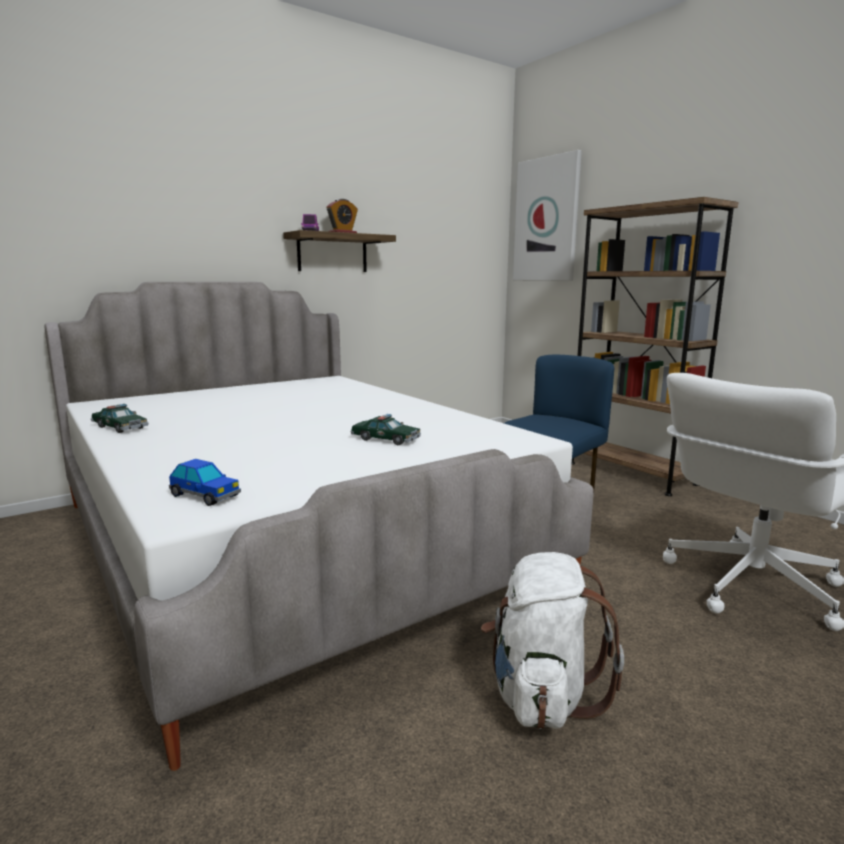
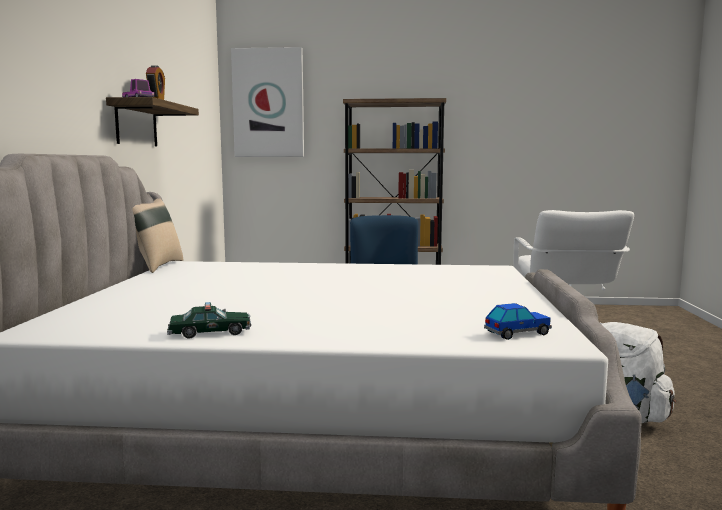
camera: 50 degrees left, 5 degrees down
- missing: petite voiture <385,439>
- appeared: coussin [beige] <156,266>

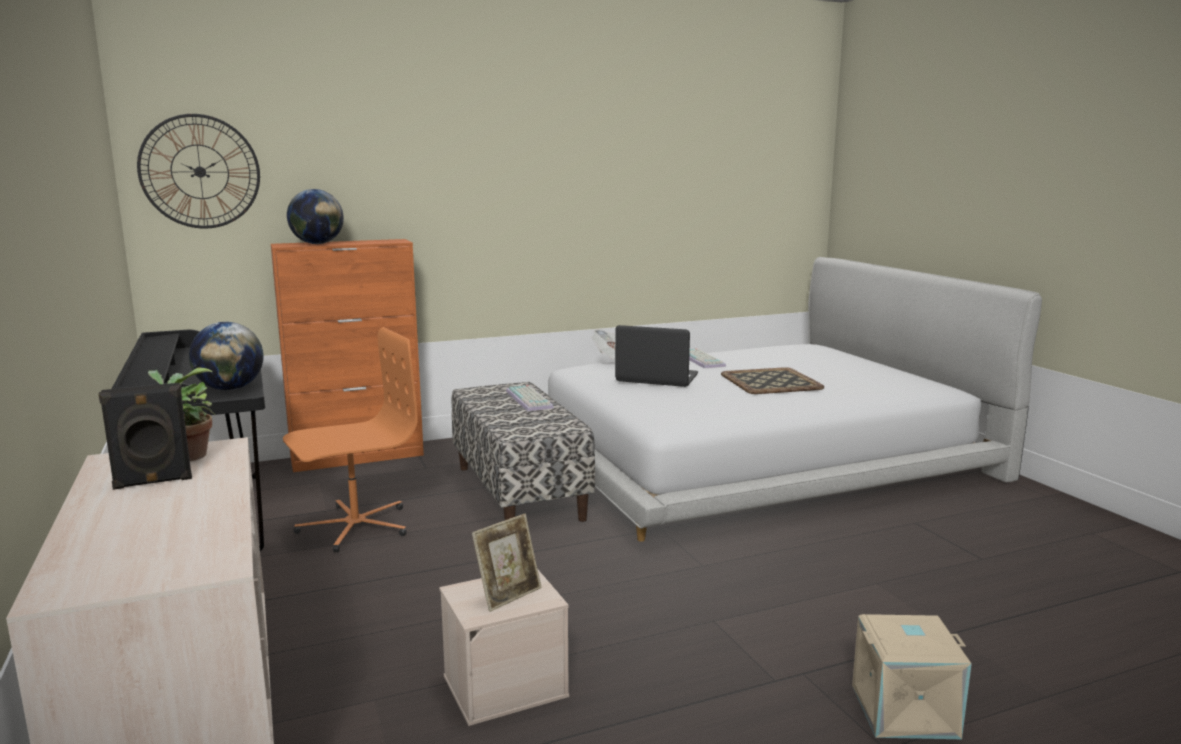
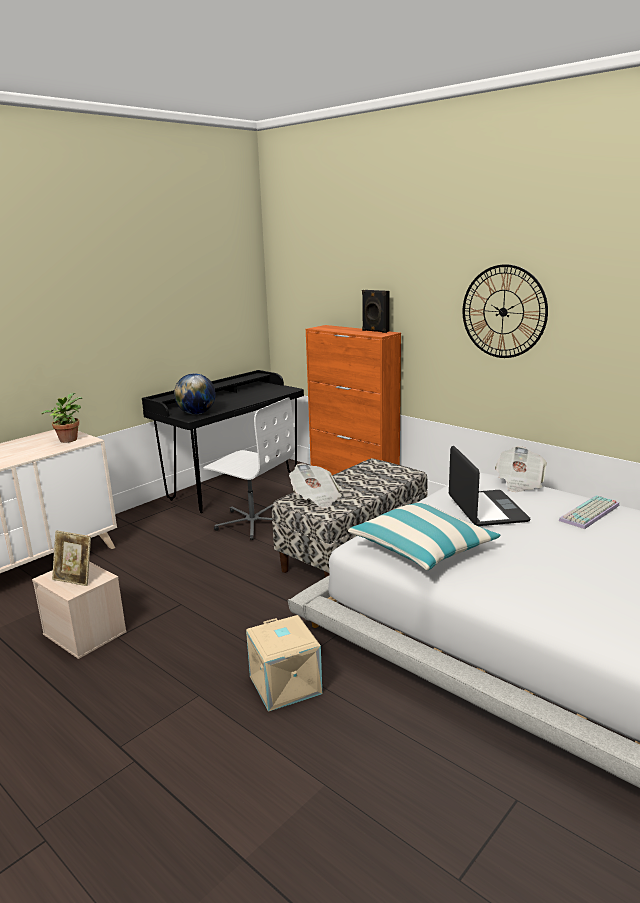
camera: 65 degrees right, 5 degrees up
- relocated: horloge murale <200,172> to <503,312>
- missing: globe <317,244>
- colour: chaise de bureau [orange] <354,526> to chaise de bureau [blanc] <252,522>
- missing: plateau <770,382>
- relocated: enceinte [noir] <153,482> to <375,331>
- missing: clavier <530,399>
- relocated: boîte de rangement [beige] <904,709> to <286,685>
- appeared: journal <316,498>
- appeared: coussin <422,548>

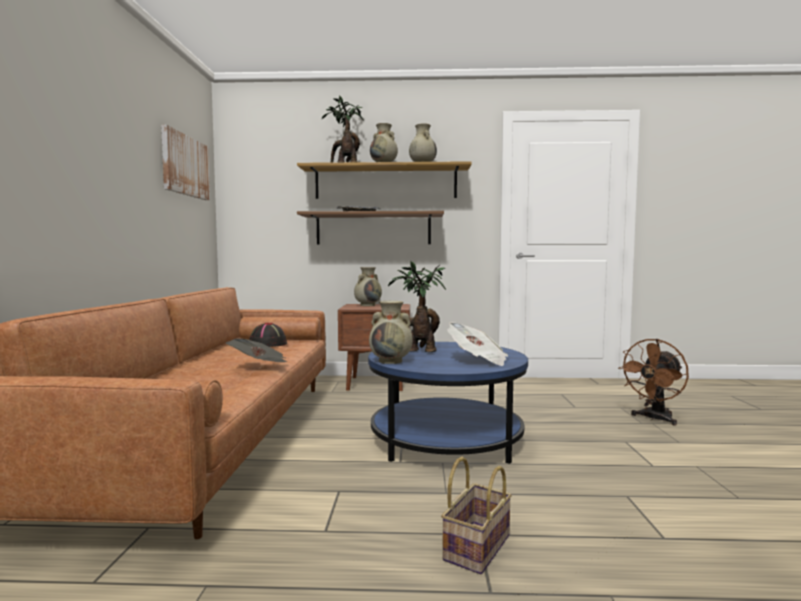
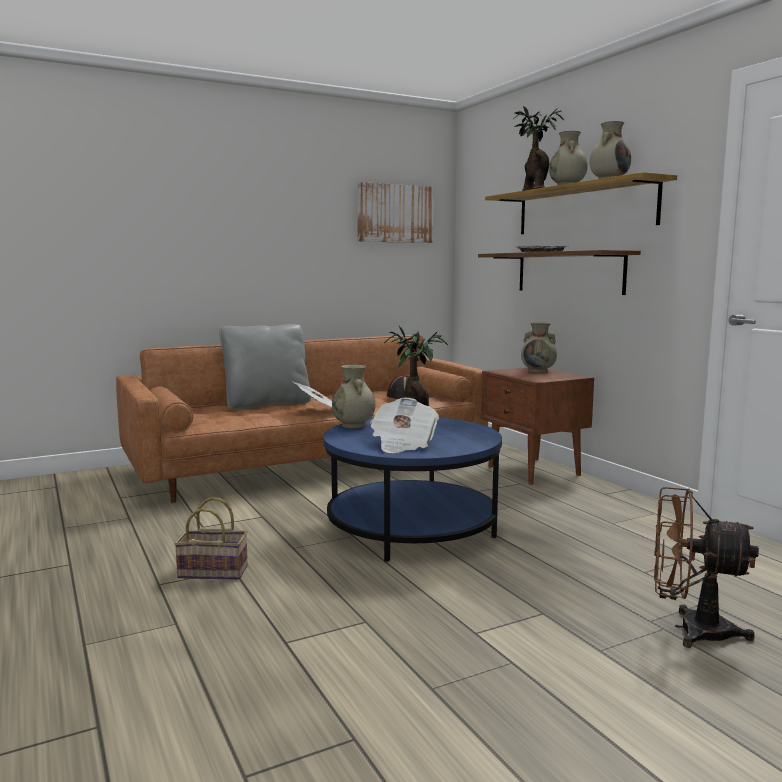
camera: 60 degrees right, 5 degrees up
- appeared: coussin [gris] <267,404>

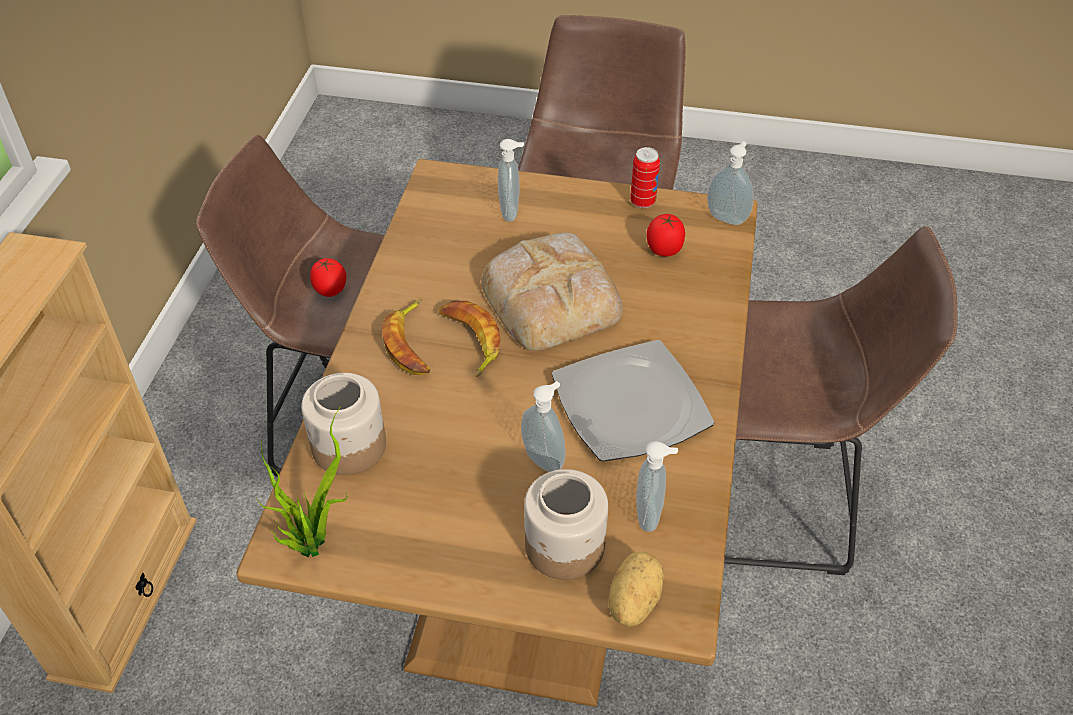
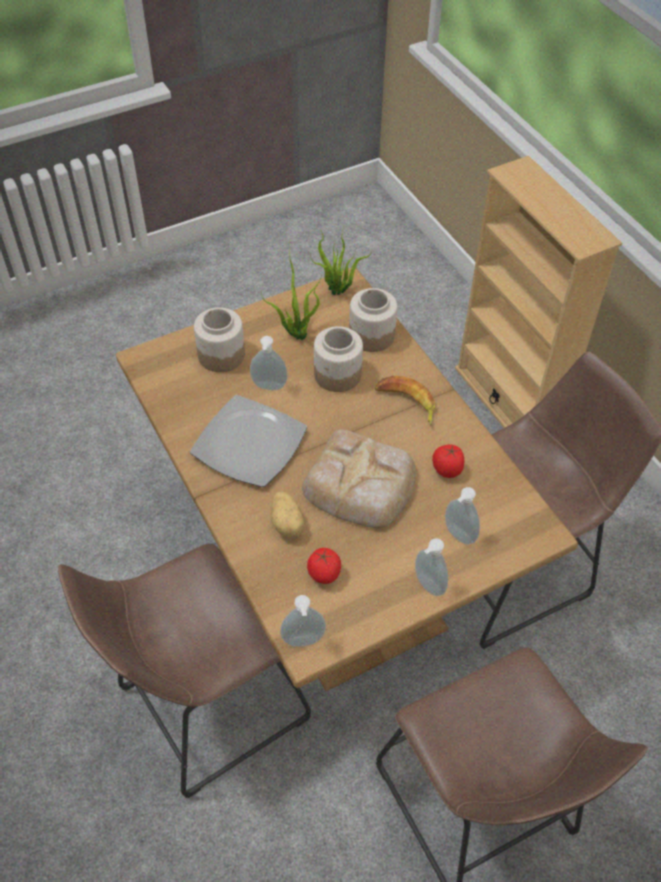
camera: 140 degrees right, 5 degrees up
- missing: boîte métallique <642,202>
- relocated: tomate <330,291> to <446,470>
- missing: banane <469,341>
- relocated: distributeur de savon <650,515> to <427,586>
- relocated: pomme de terre <632,601> to <288,523>
- appeared: plante en pot <296,333>
- appeared: bocal <337,375>

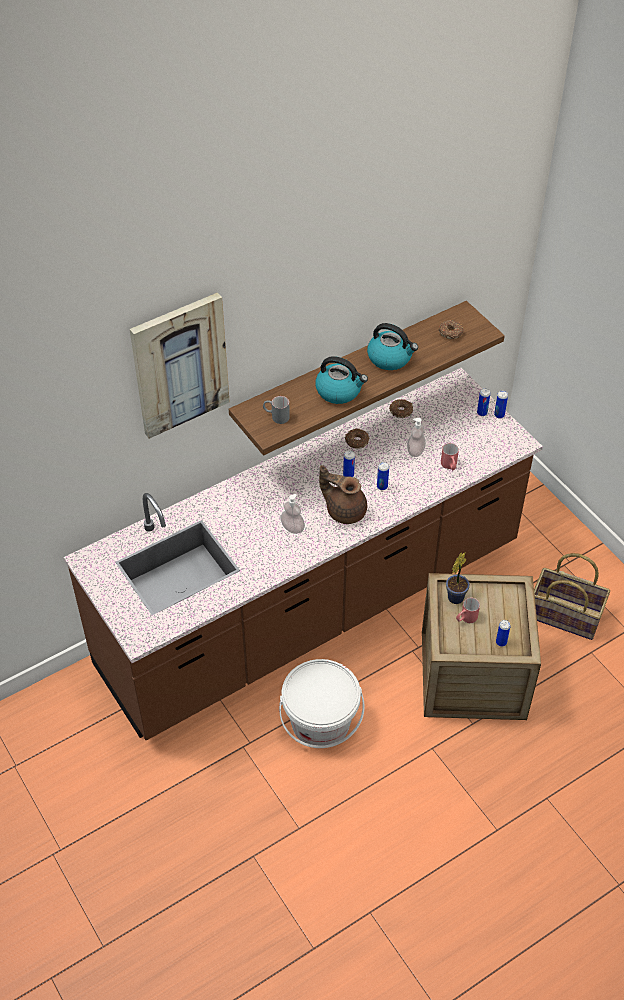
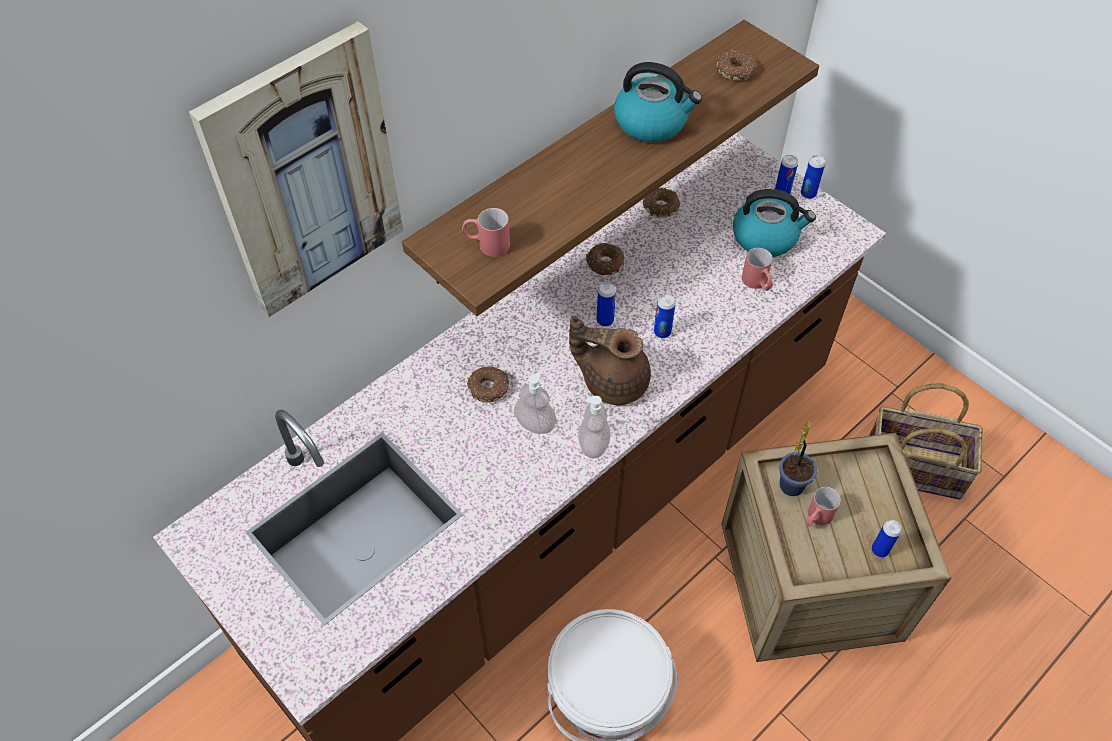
camera: 10 degrees left, 5 degrees up
- relocated: bouilloire <339,391> to <766,237>
- colour: mug [gris] <276,416> to mug [rouge] <486,244>
- relocated: distributeur de savon <415,451> to <593,444>
- appeared: beignet <489,388>

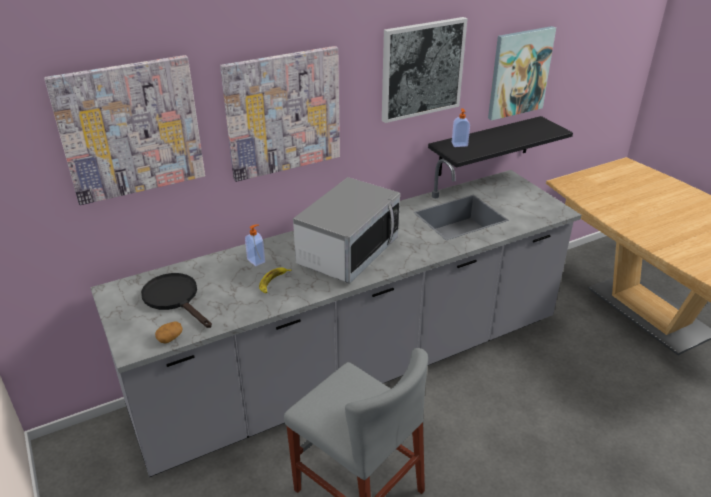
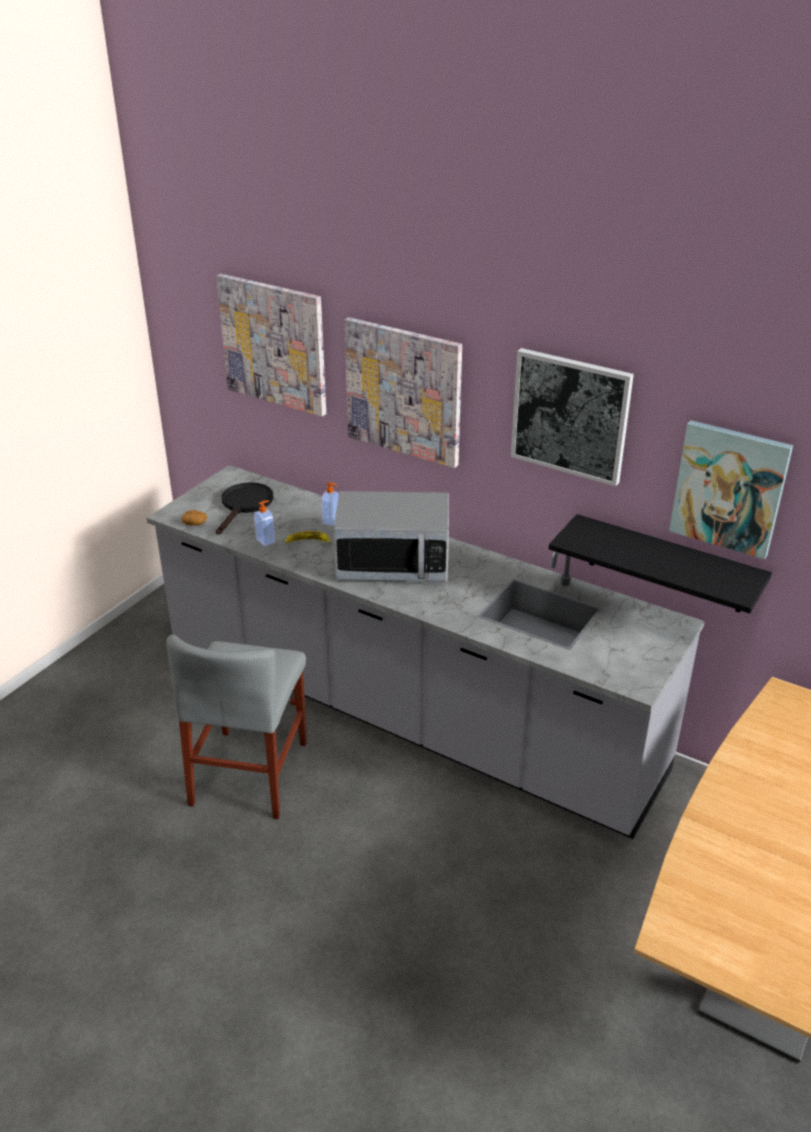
camera: 60 degrees right, 0 degrees up
- relocated: distributeur de savon <459,144> to <266,540>

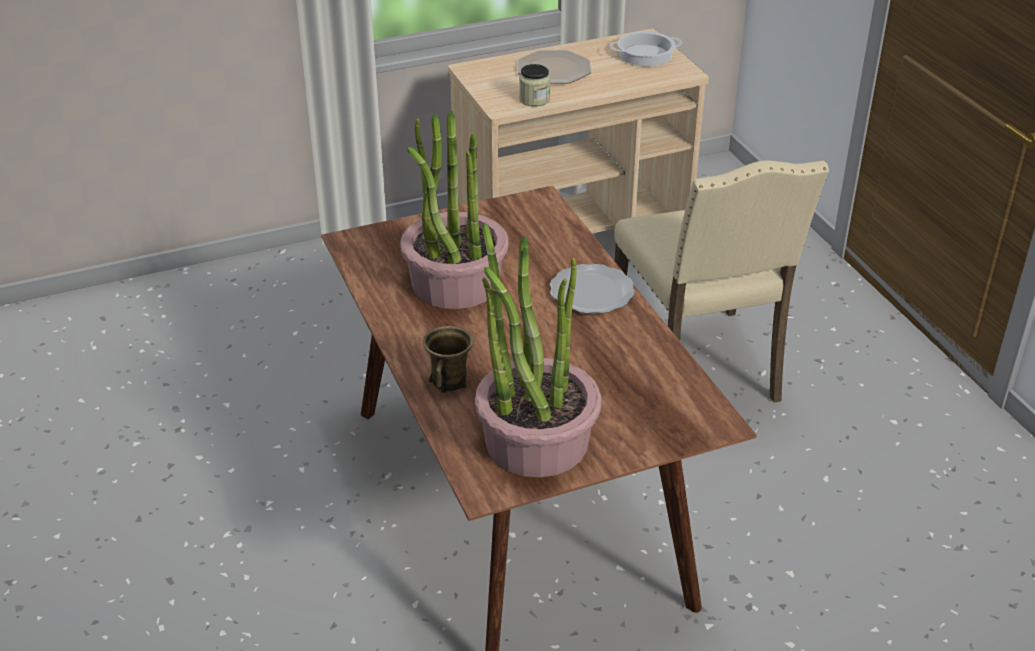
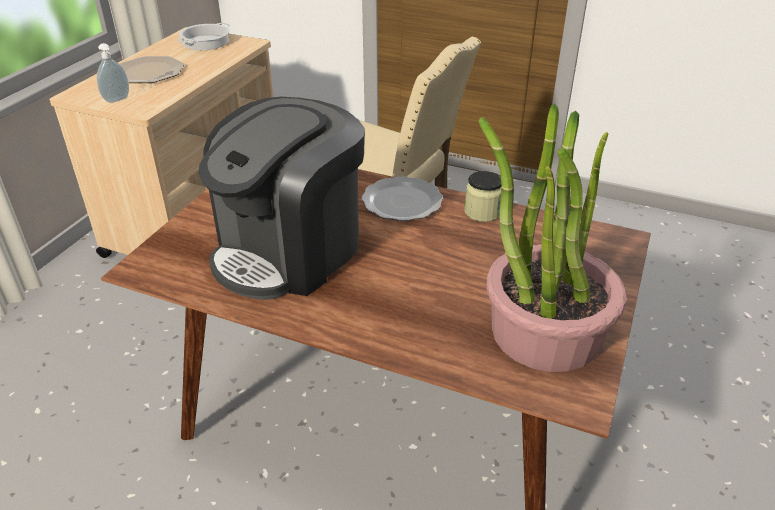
camera: 45 degrees left, 0 degrees up
- relocated: bocal <534,99> to <482,212>
- exchanged: plante en pot <455,283> to machine à café <290,251>
- missing: mug [marron] <450,380>
- appeared: distributeur de savon <118,100>

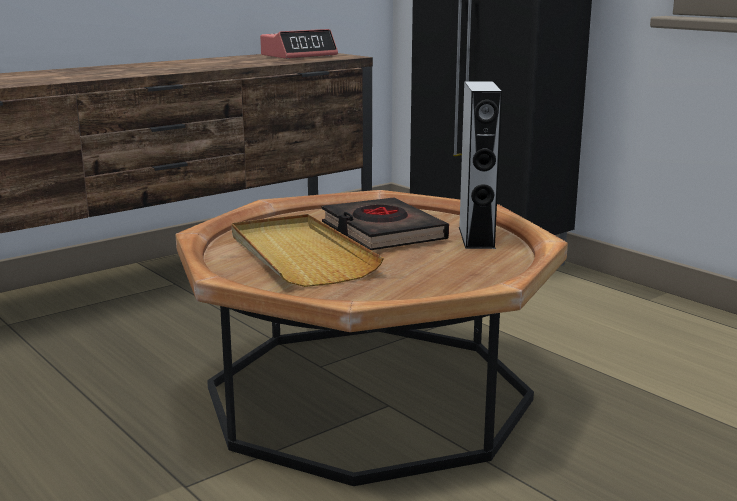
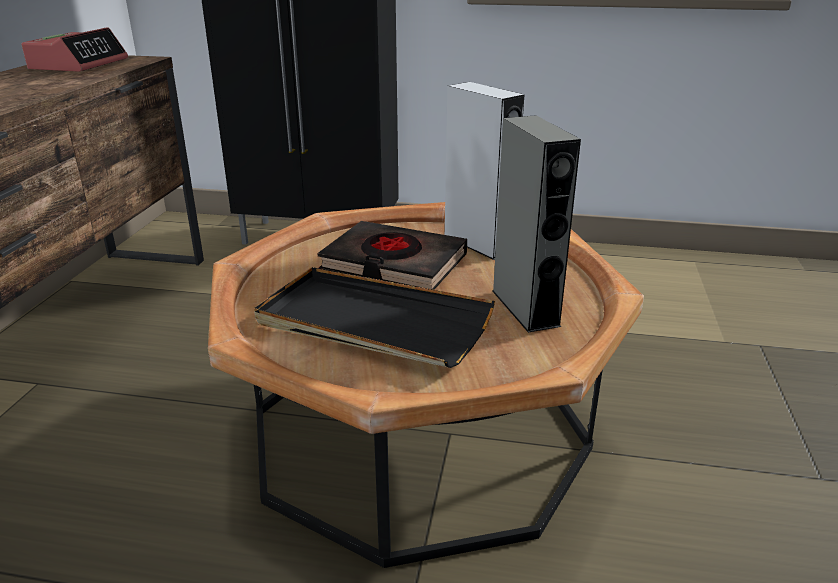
camera: 40 degrees left, 10 degrees up
- colour: plateau [beige] <299,255> to plateau [noir] <372,323>
- appeared: enceinte [gris] <525,307>

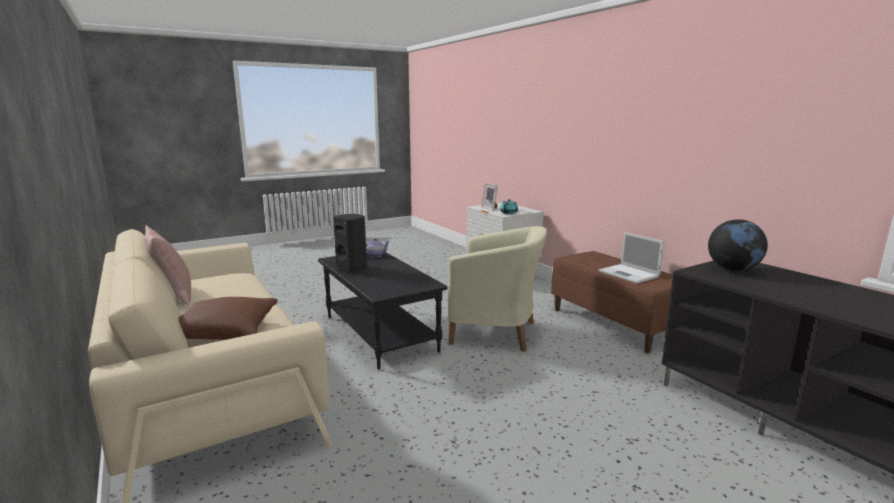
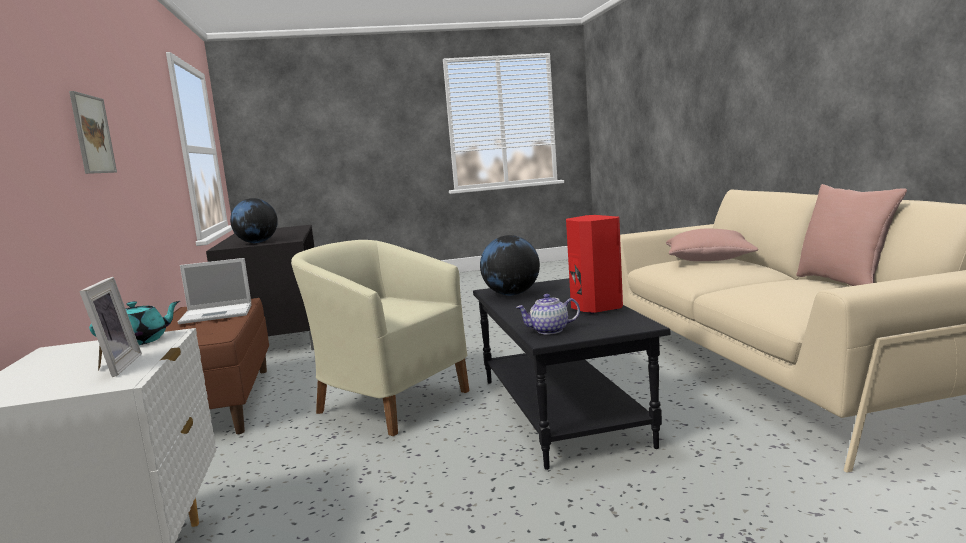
camera: 160 degrees left, 5 degrees down
- colour: enceinte [noir] <353,268> to enceinte [rouge] <594,308>
- spun: ordinateur portable <629,274> = <218,313> 90 degrees clockwise
- colour: coussin [marron] <224,332> to coussin [rose] <709,259>
- appeared: tableau <92,134>
- appeared: globe <512,294>

